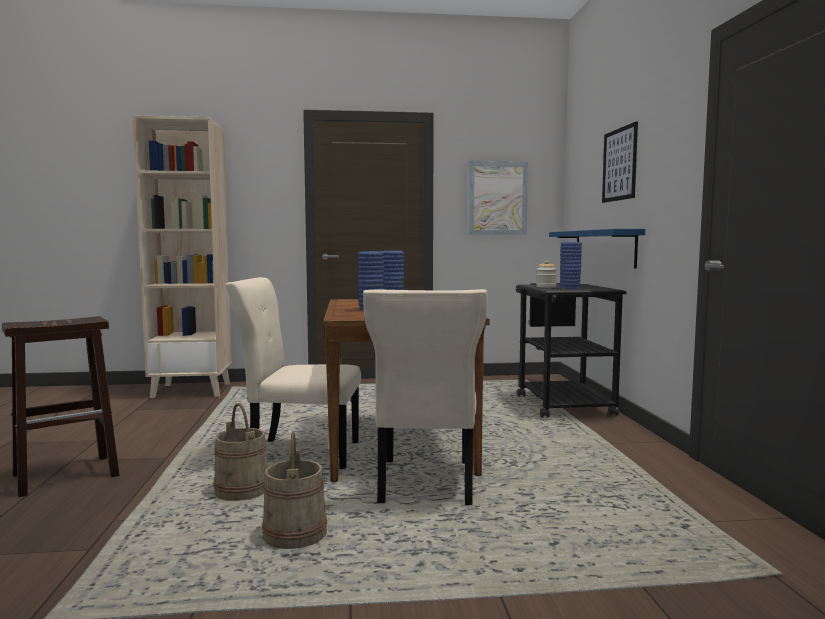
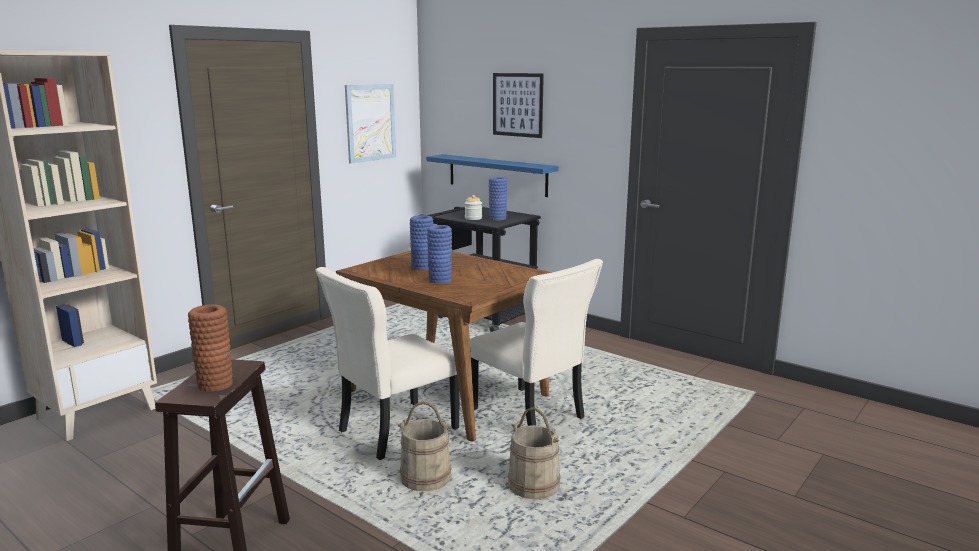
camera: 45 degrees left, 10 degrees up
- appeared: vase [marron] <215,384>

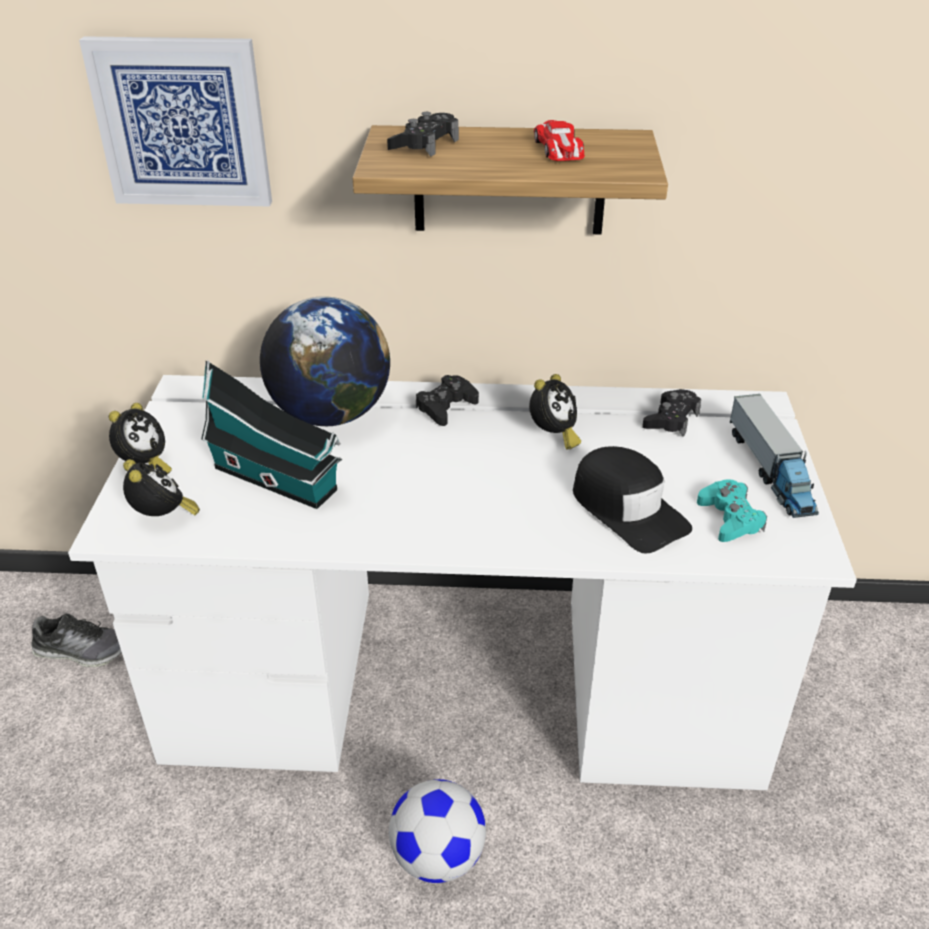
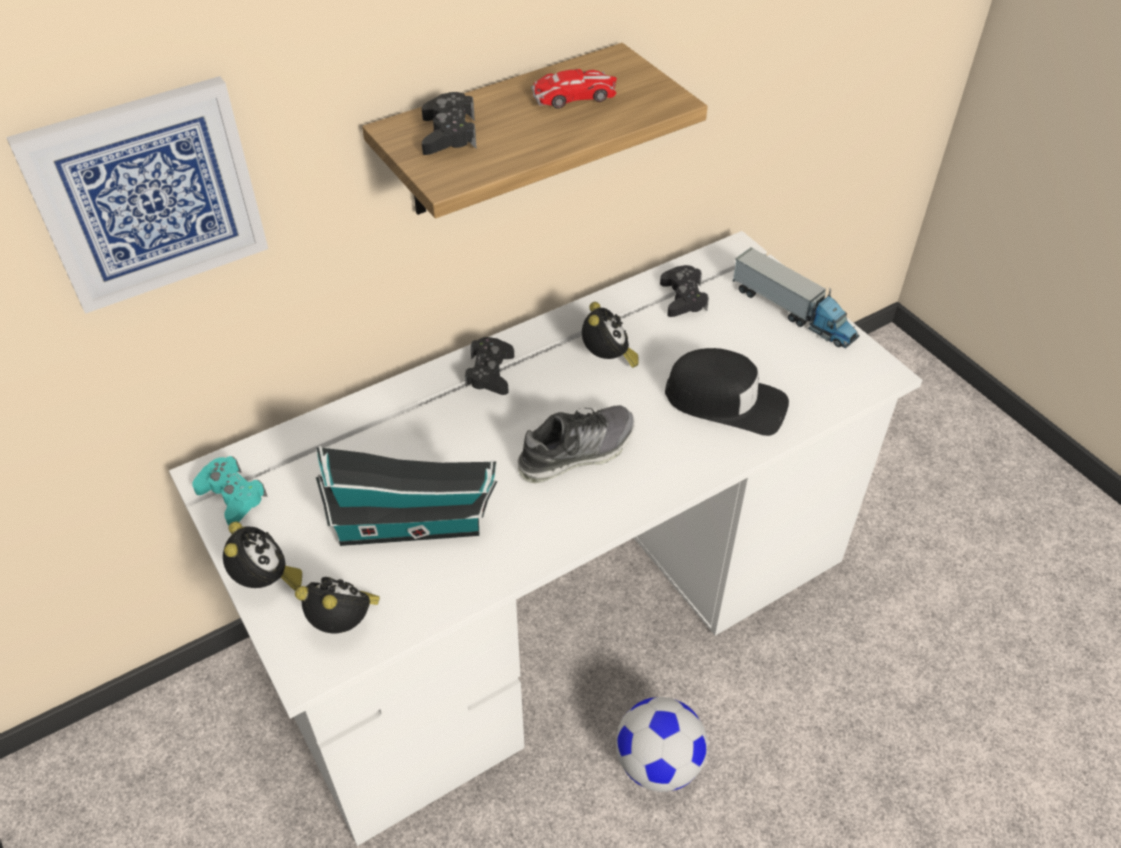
camera: 35 degrees left, 10 degrees up
- spun: petite voiture <558,149> = <574,95> 60 degrees counterclockwise
- missing: globe <330,414>
- relocated: manette [turquoise] <730,518> to <232,496>
- relocated: chaussure <82,650> to <577,452>

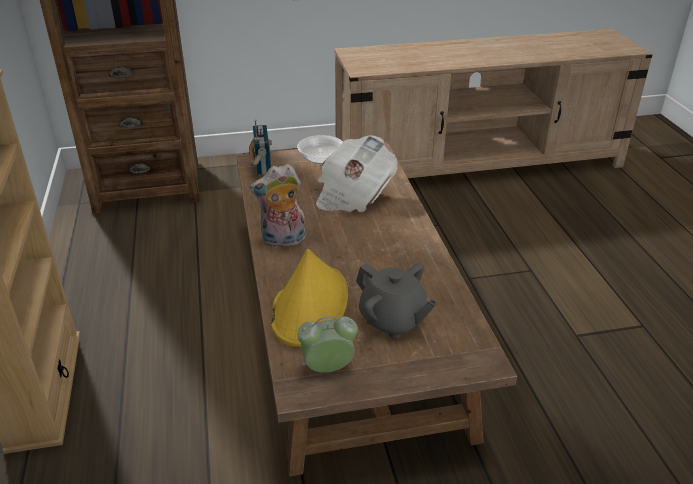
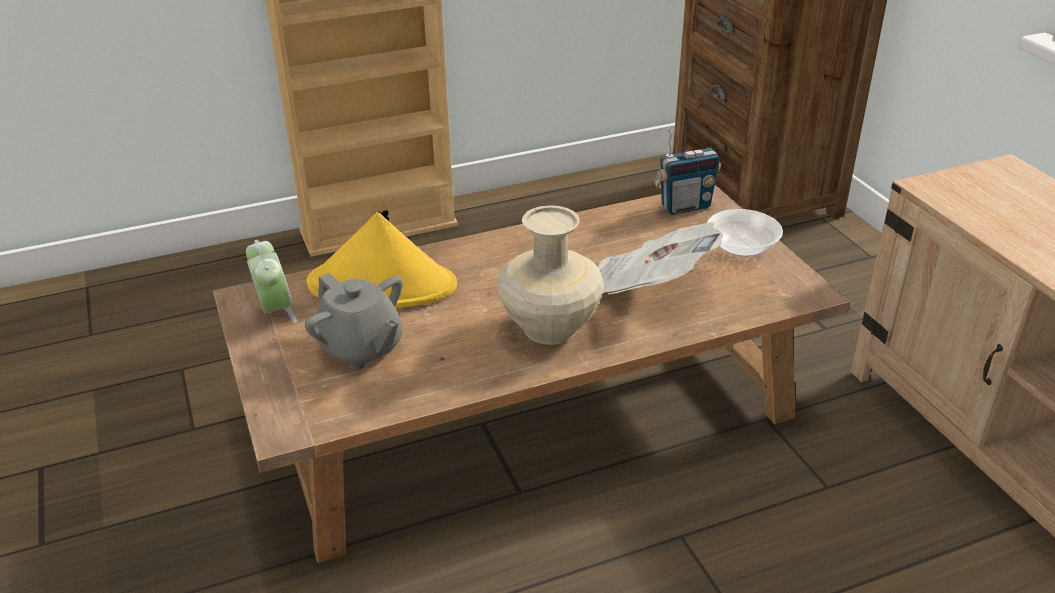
camera: 80 degrees right, 0 degrees up
- missing: peluche <282,241>
- spun: théière [gris] <393,320> = <361,349> 75 degrees counterclockwise
- appeared: vase [beige] <550,329>

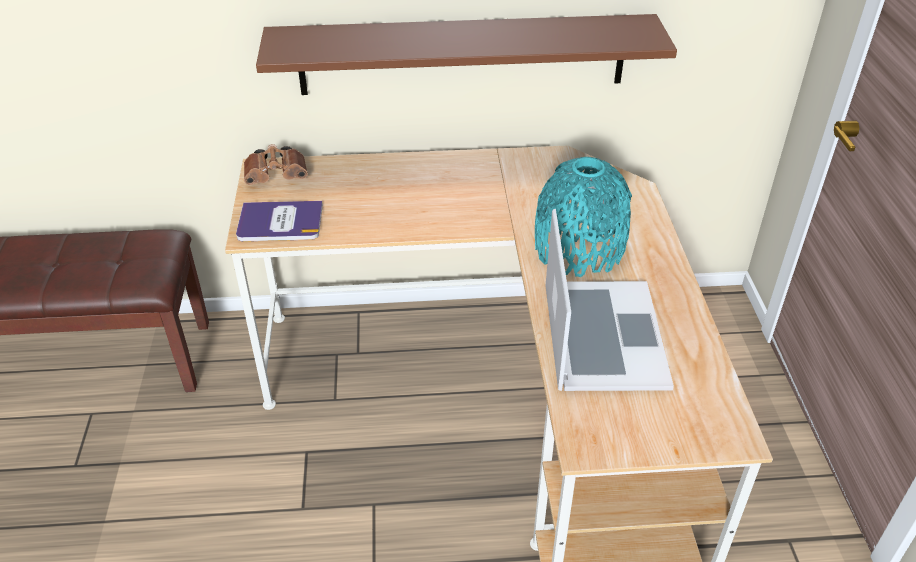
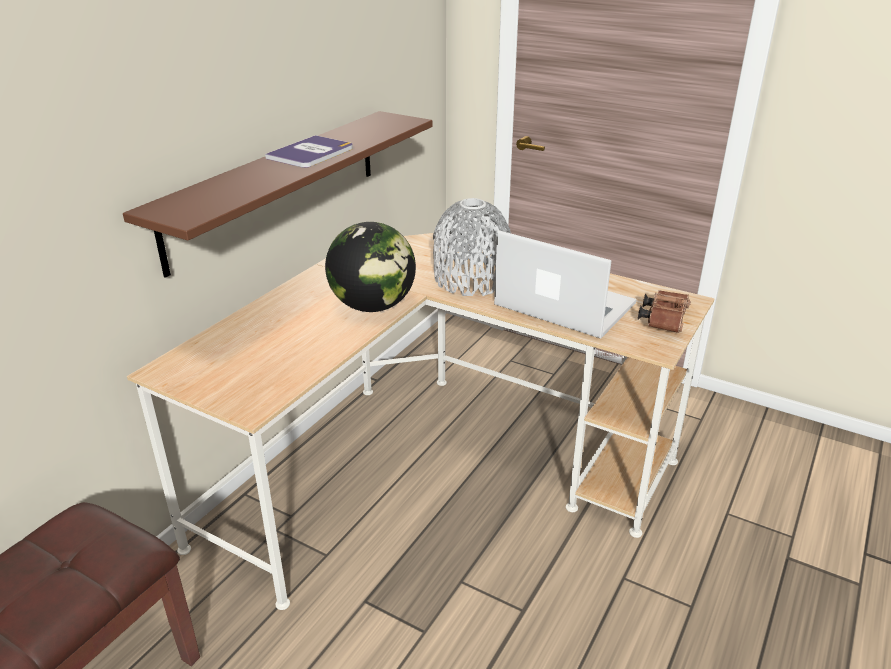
camera: 55 degrees left, 10 degrees down
- relocated: jumelles [marron] <278,176> to <664,320>
- colour: vase [turquoise] <578,249> to vase [gris] <471,279>
- relocated: livre <280,222> to <311,153>
- appeared: globe <373,306>

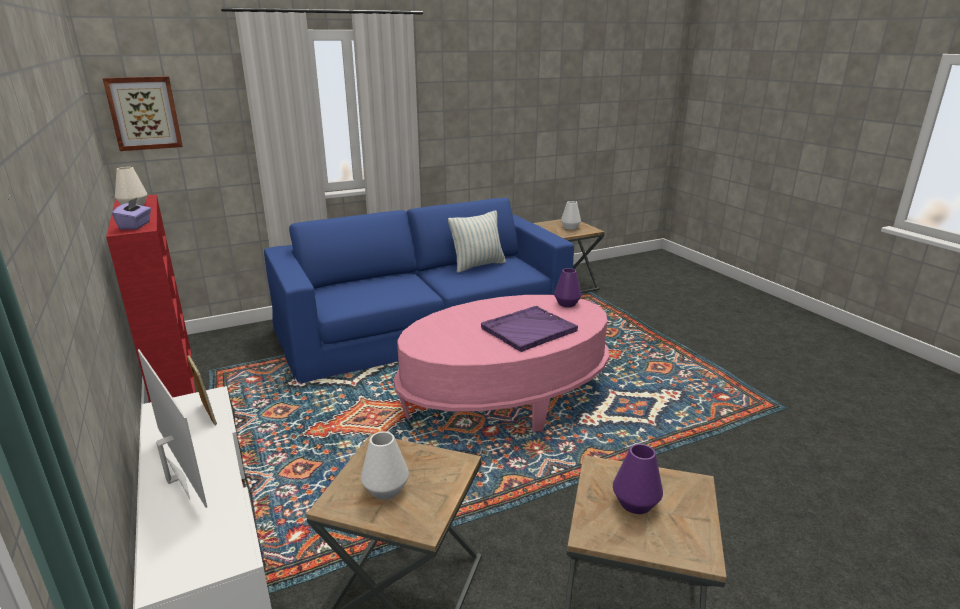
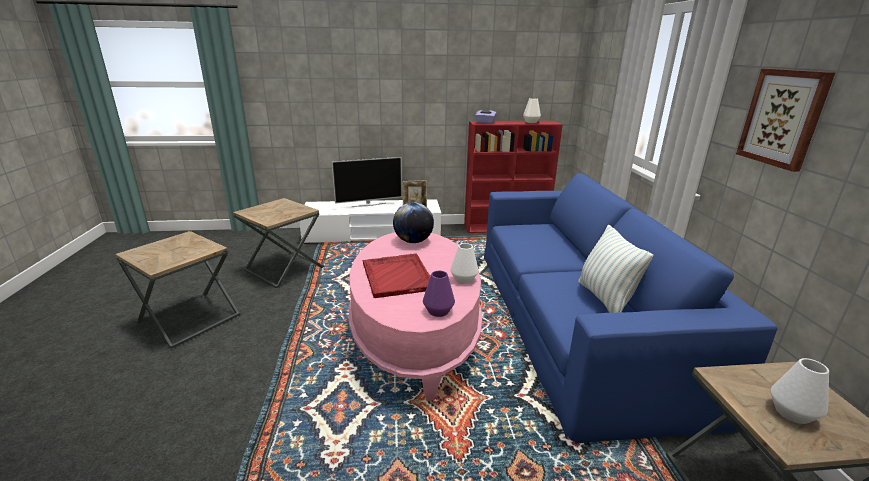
camera: 110 degrees right, 0 degrees up
- relocated: tableau <144,113> to <783,118>
- colour: plateau [violet] <528,330> to plateau [rouge] <397,276>
- relocated: vase [blanc] <386,489> to <463,279>
- missing: vase [violet] <635,503>
- appeared: globe <413,241>

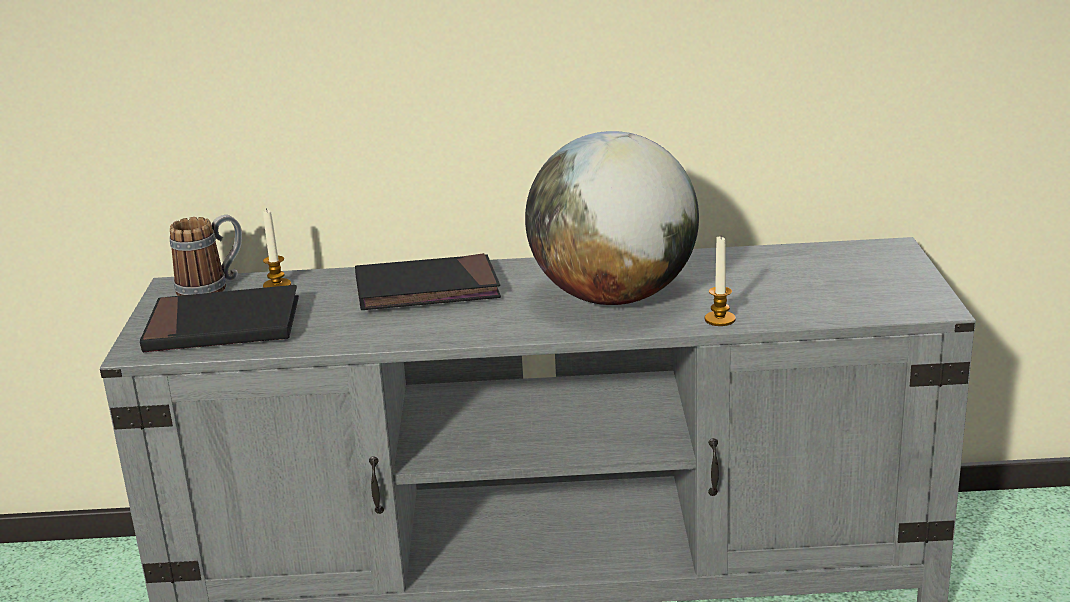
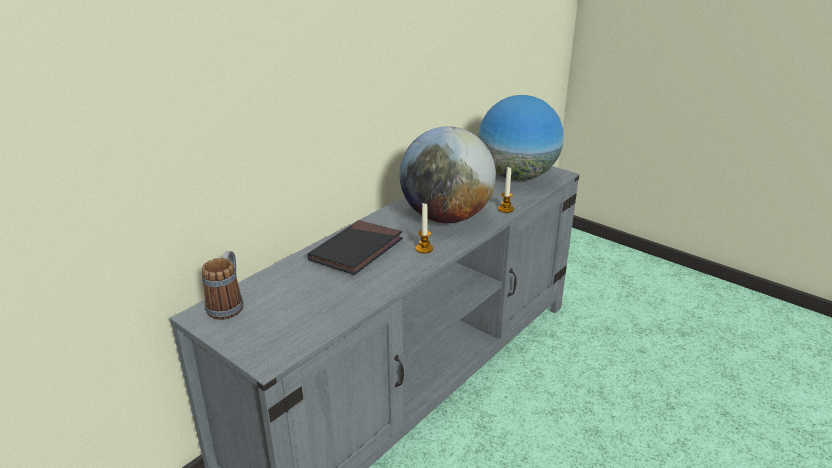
camera: 50 degrees left, 5 degrees up
- relocated: bougie <277,285> to <424,249>
- missing: livre [noir] <223,327>
- appeared: globe <516,176>

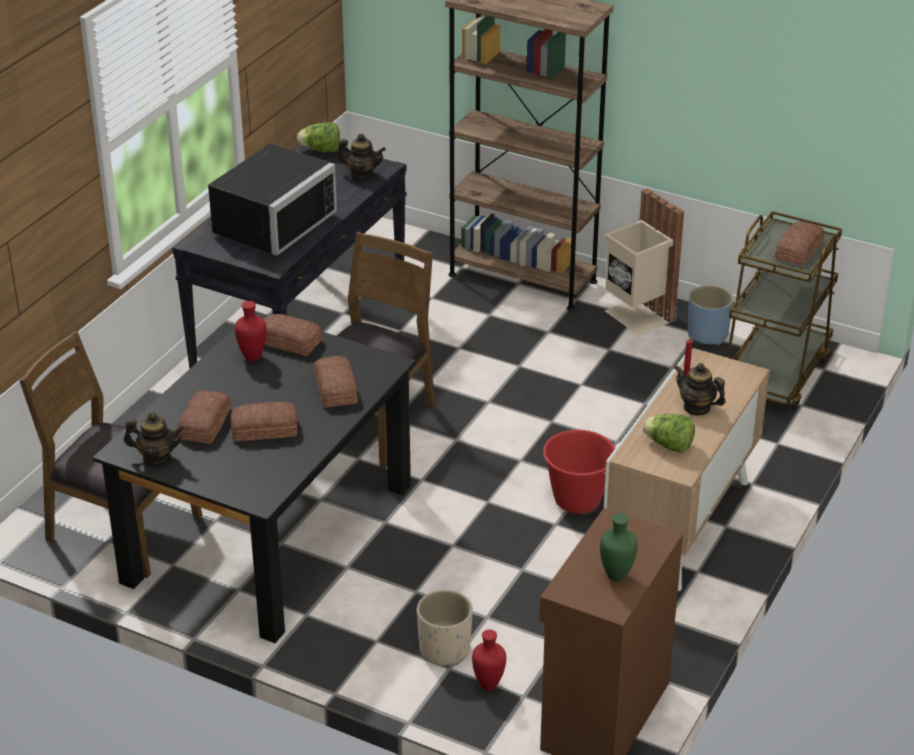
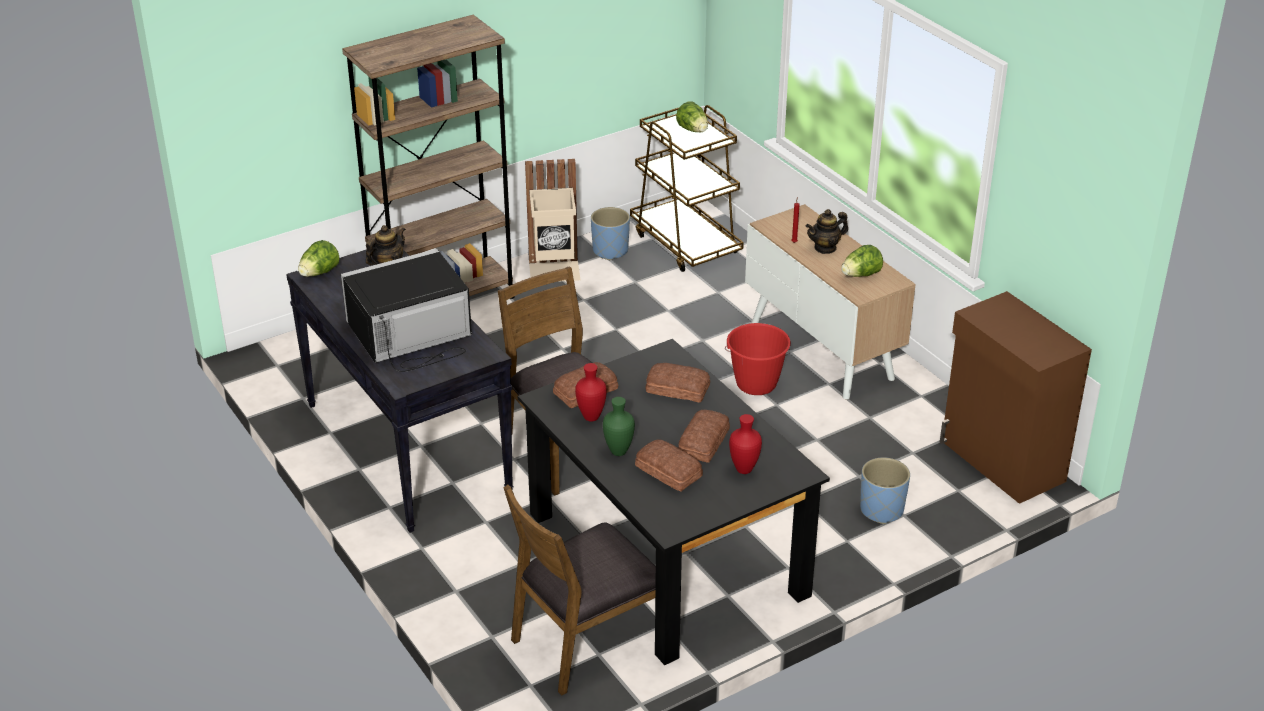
camera: 60 degrees left, 0 degrees up
- spun: micro-ondes [noir] <268,222> = <411,336> 90 degrees counterclockwise
- exchanged: pain <800,249> to laitue <693,130>
- missing: théière <157,458>
- relocated: vase [vert] <615,575> to <617,452>
- colour: cache-pot [beige] <444,650> to cache-pot [bleu] <881,510>
- relocated: vase [rouge] <487,684> to <743,470>

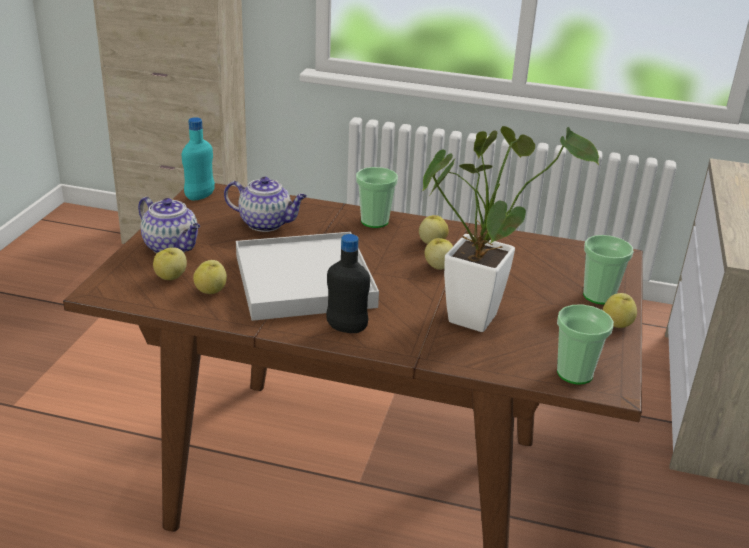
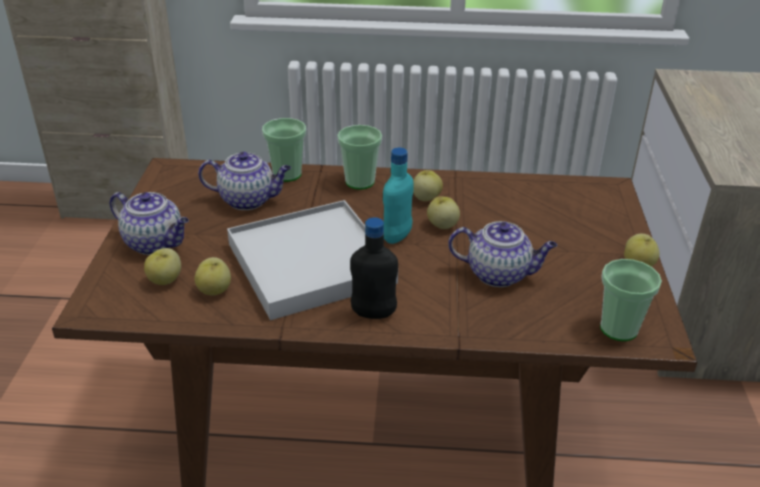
camera: 10 degrees left, 5 degrees up
- relocated: bouteille [turquoise] <200,196> to <397,236>
- exchanged: plante en pot <477,313> to théière <499,274>
- relocated: tasse <598,296> to <287,174>

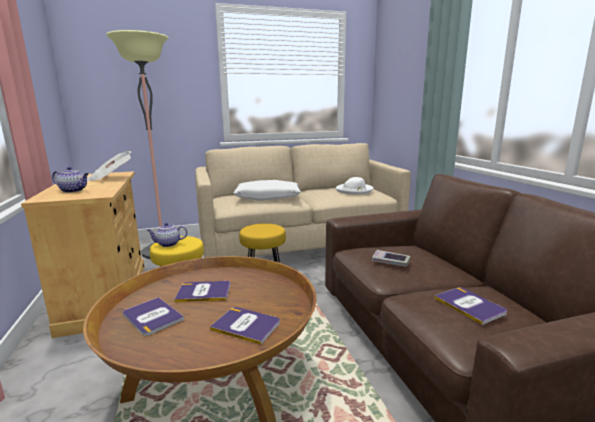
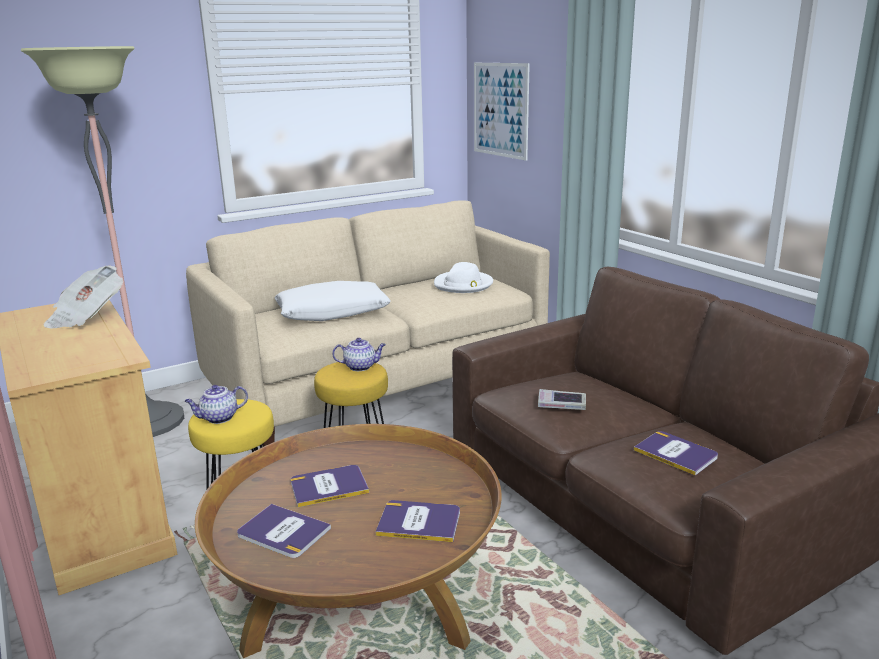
camera: 15 degrees left, 5 degrees up
- relocated: théière <74,190> to <360,367>
- appeared: tableau <500,110>

